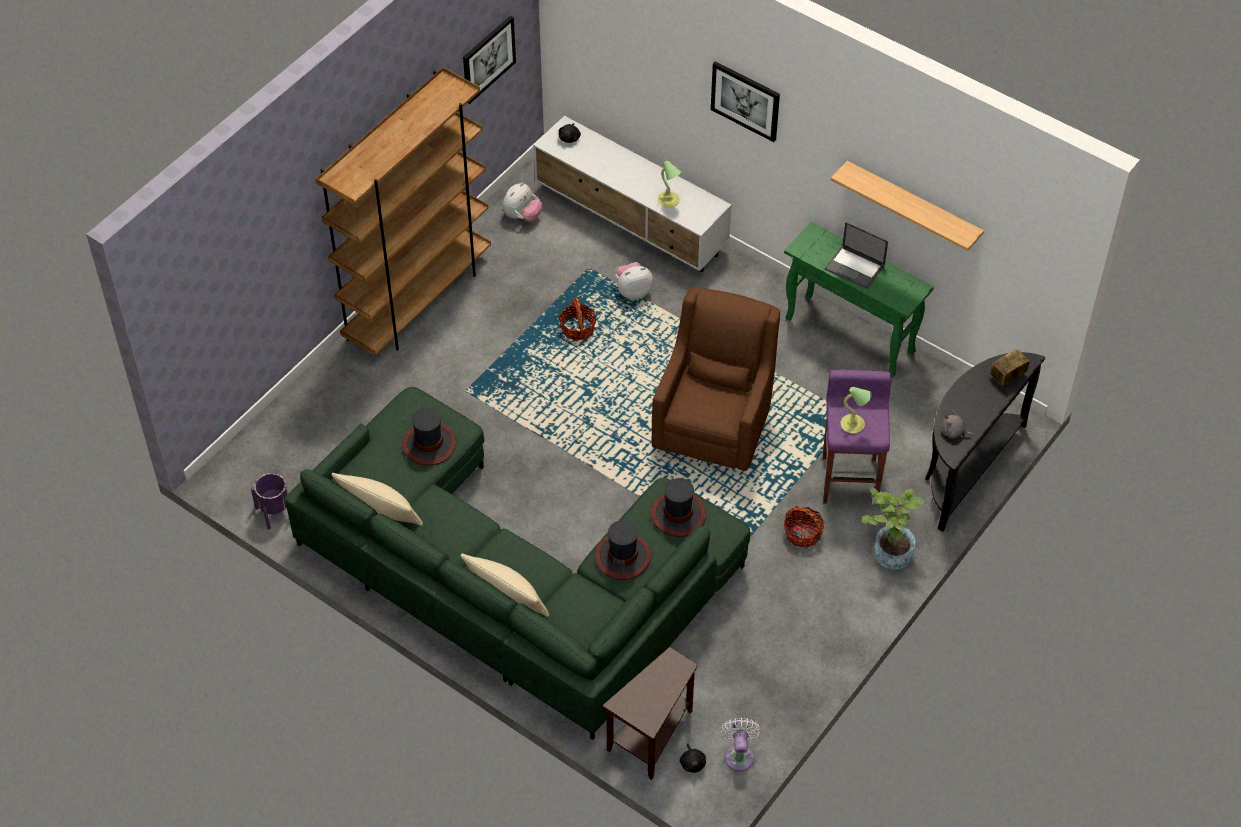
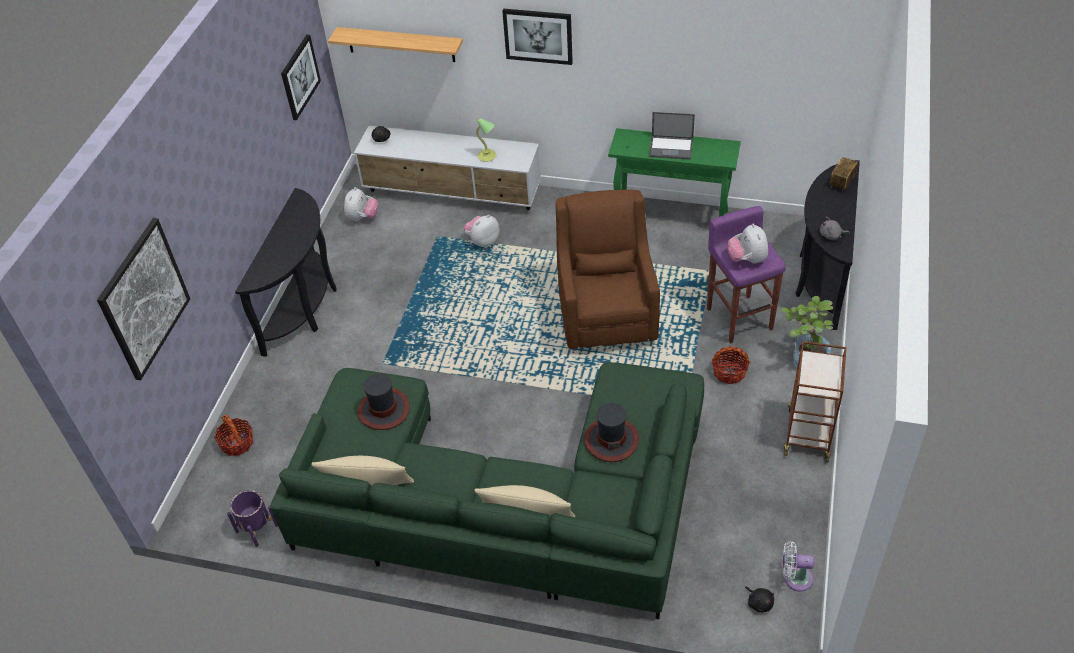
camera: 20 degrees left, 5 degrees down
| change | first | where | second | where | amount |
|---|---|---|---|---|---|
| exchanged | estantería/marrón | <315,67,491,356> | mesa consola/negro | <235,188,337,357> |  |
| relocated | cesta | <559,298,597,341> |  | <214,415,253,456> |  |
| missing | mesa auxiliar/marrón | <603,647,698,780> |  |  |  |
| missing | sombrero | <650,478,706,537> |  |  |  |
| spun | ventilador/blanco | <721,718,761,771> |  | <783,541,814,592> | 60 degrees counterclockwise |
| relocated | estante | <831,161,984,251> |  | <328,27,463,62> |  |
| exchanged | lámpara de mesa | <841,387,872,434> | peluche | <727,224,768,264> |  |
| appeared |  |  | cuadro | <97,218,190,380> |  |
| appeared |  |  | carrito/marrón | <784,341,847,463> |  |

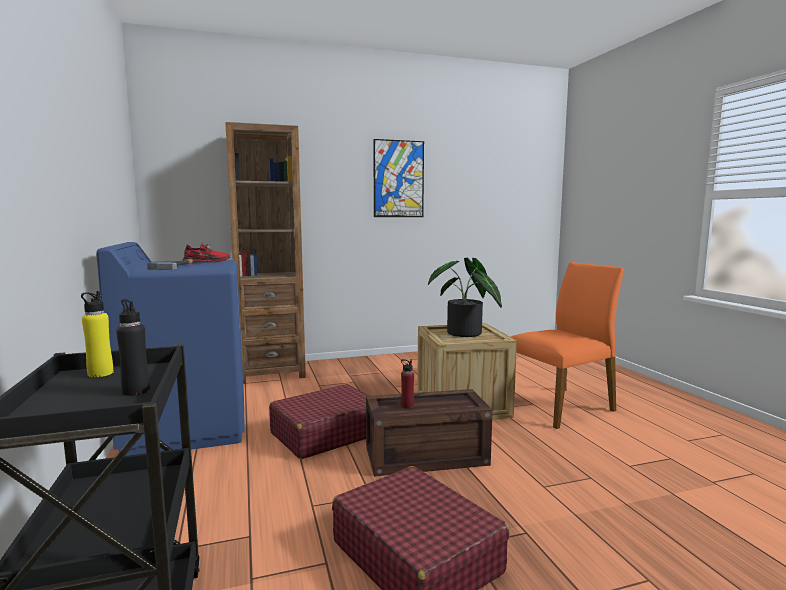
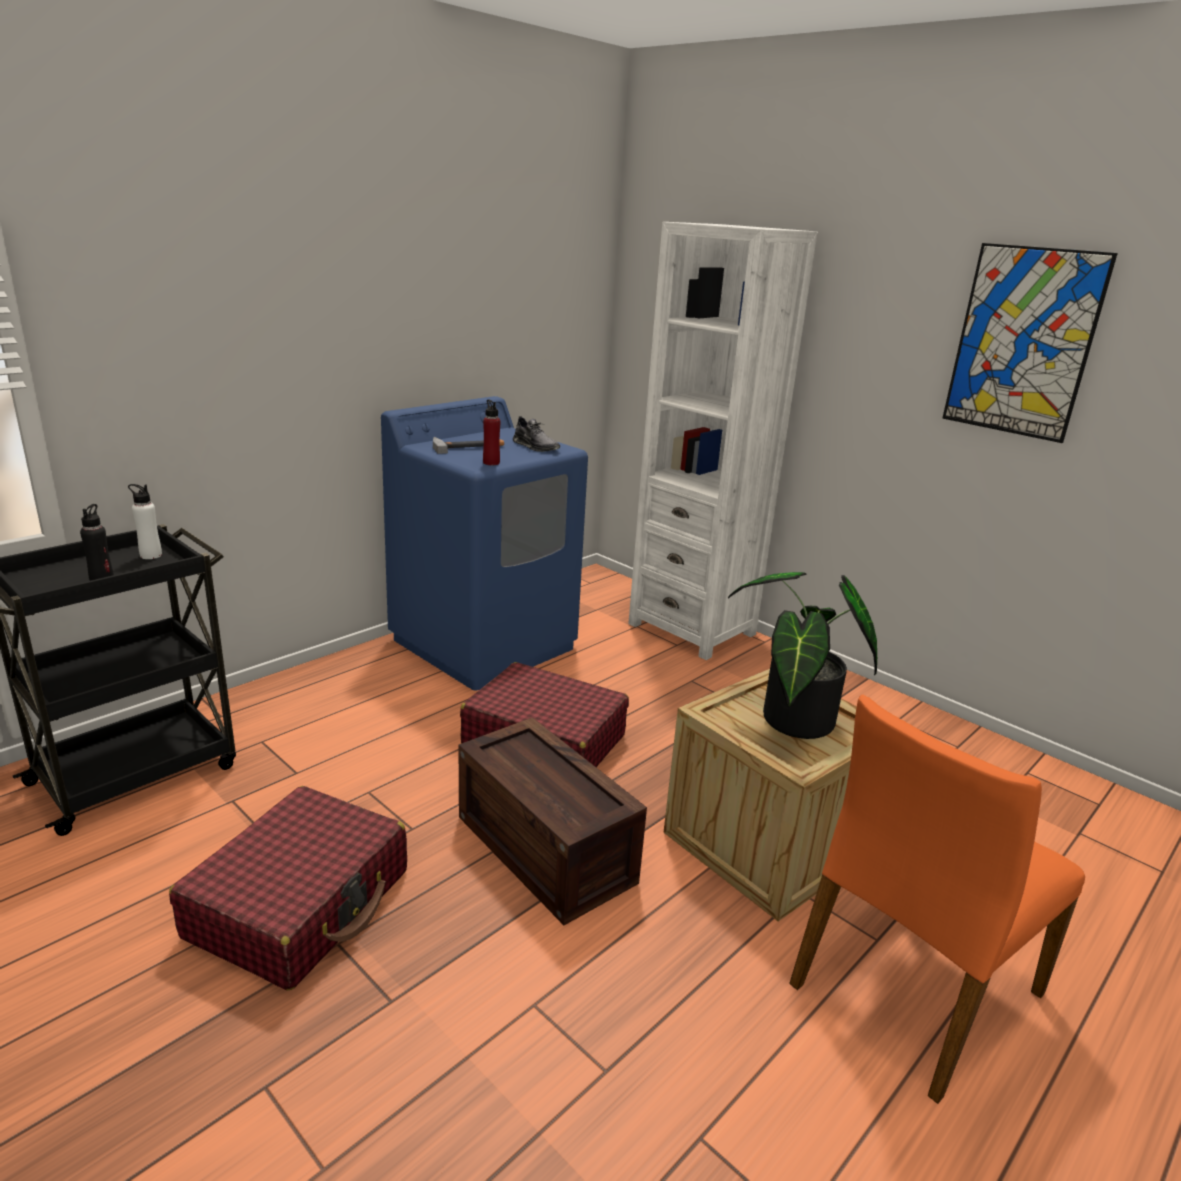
camera: 60 degrees right, 15 degrees up
| change | first | where | second | where | amount |
|---|---|---|---|---|---|
| colour | botella/amarillo | <81,291,113,377> | botella/blanco | <128,484,162,559> |  |
| colour | zapato/rojo | <183,242,230,263> | zapato/gris | <513,416,560,452> |  |
| colour | estantería/marrón | <225,122,306,384> | estantería/blanco | <628,222,818,660> |  |
| relocated | botella/rojo | <401,359,414,409> |  | <483,399,500,465> |  |
| spun | silla/naranja | <511,262,624,429> |  | <789,694,1085,1104> | 105 degrees clockwise |

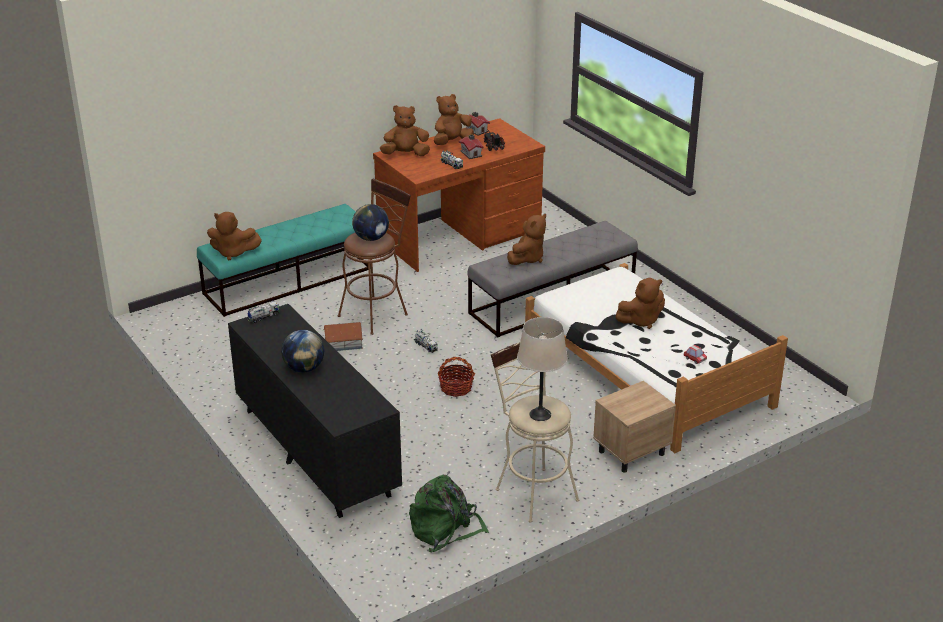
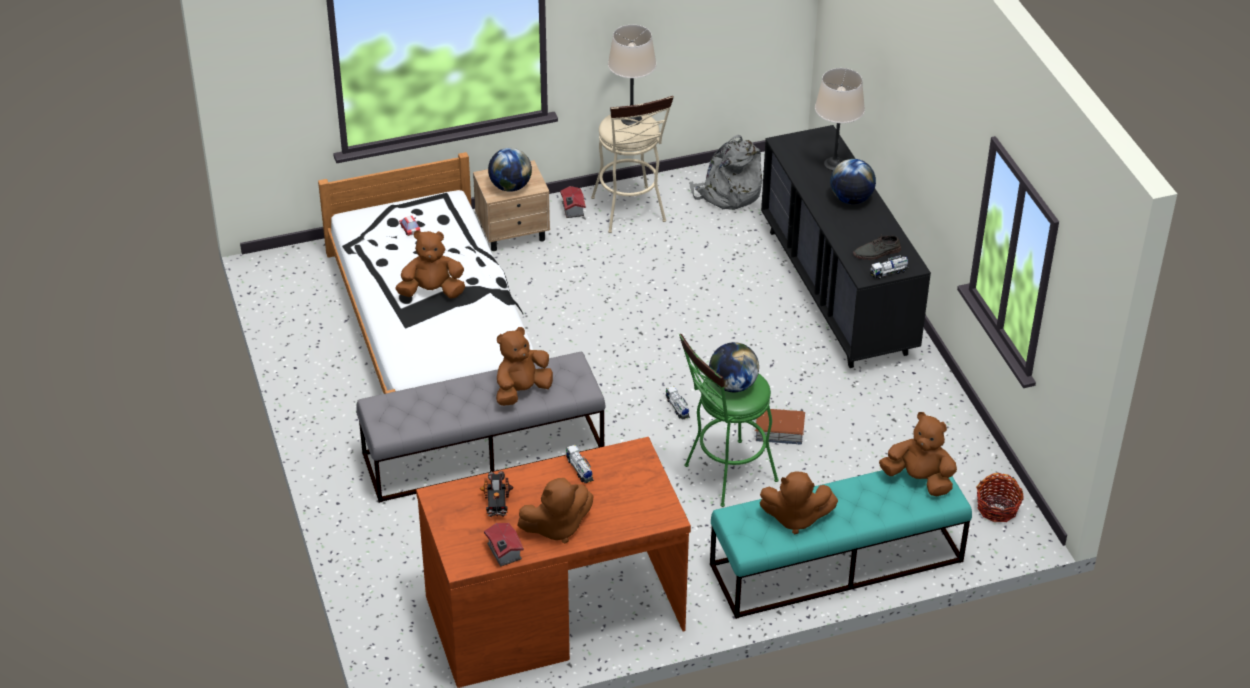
camera: 165 degrees left, 10 degrees up
| change | first | where | second | where | amount |
|---|---|---|---|---|---|
| colour | taburete/marrón | <338,179,411,335> | taburete/verde | <679,334,779,507> |  |
| relocated | peluche/marrón | <380,105,430,156> |  | <760,472,838,534> |  |
| colour | mochila/verde | <409,475,489,552> | mochila/gris | <689,135,763,210> |  |
| relocated | cesta | <438,357,475,397> |  | <976,473,1024,522> |  |
| relocated | casita | <459,134,484,159> |  | <560,186,586,218> |  |
| appeared |  |  | globo terráqueo | <488,148,532,192> |  |
| appeared |  |  | lámpara de mesa/beis | <815,68,865,171> |  |
| appeared |  |  | zapato/gris | <853,235,901,260> |  |

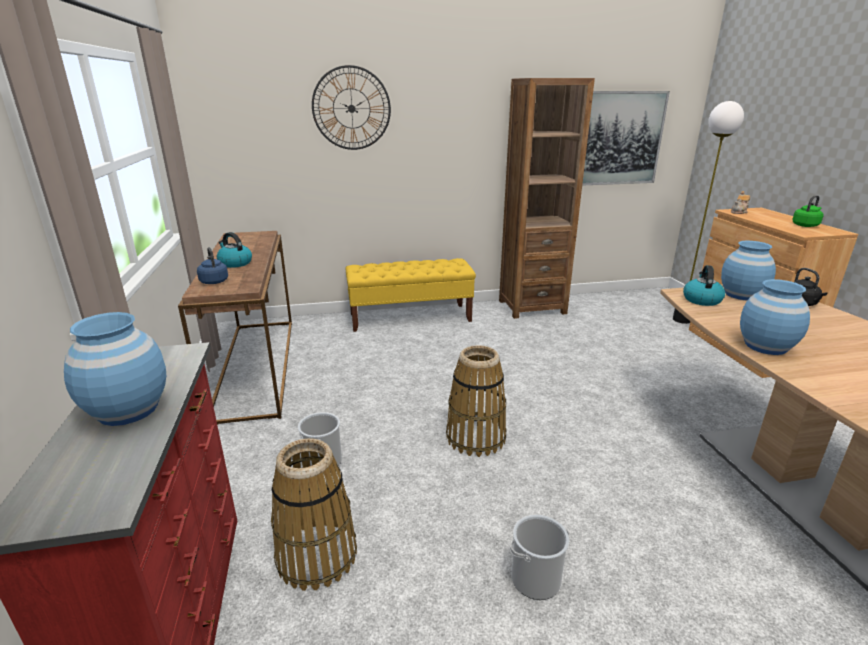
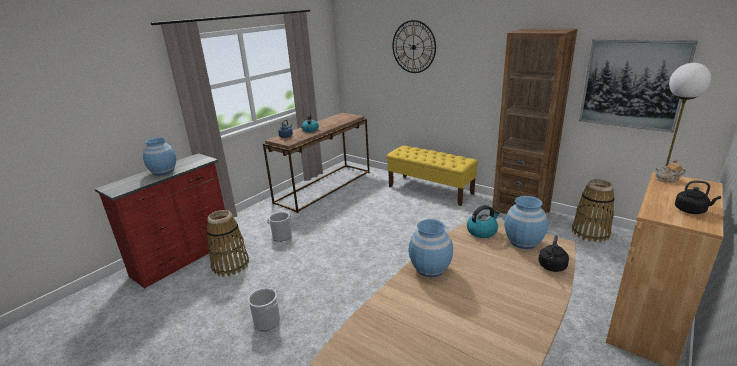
camera: 50 degrees right, 0 degrees up
| change | first | where | second | where | amount |
|---|---|---|---|---|---|
| relocated | cesta | <446,345,506,457> |  | <572,179,614,242> |  |
| colour | hervidor/verde | <792,195,823,227> | hervidor/negro | <675,181,721,214> |  |

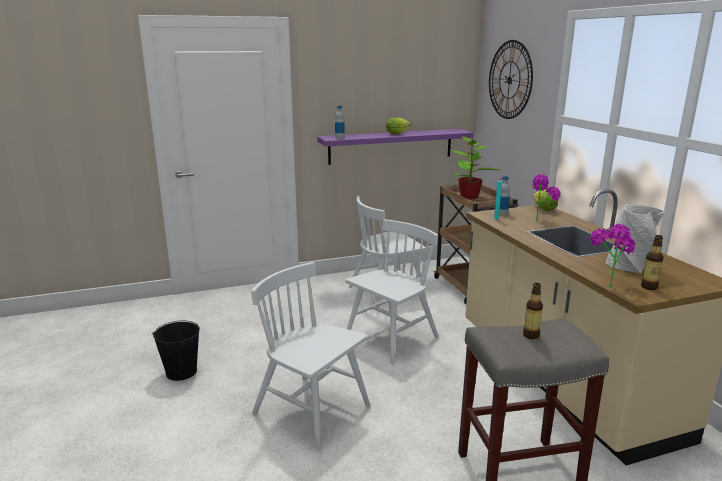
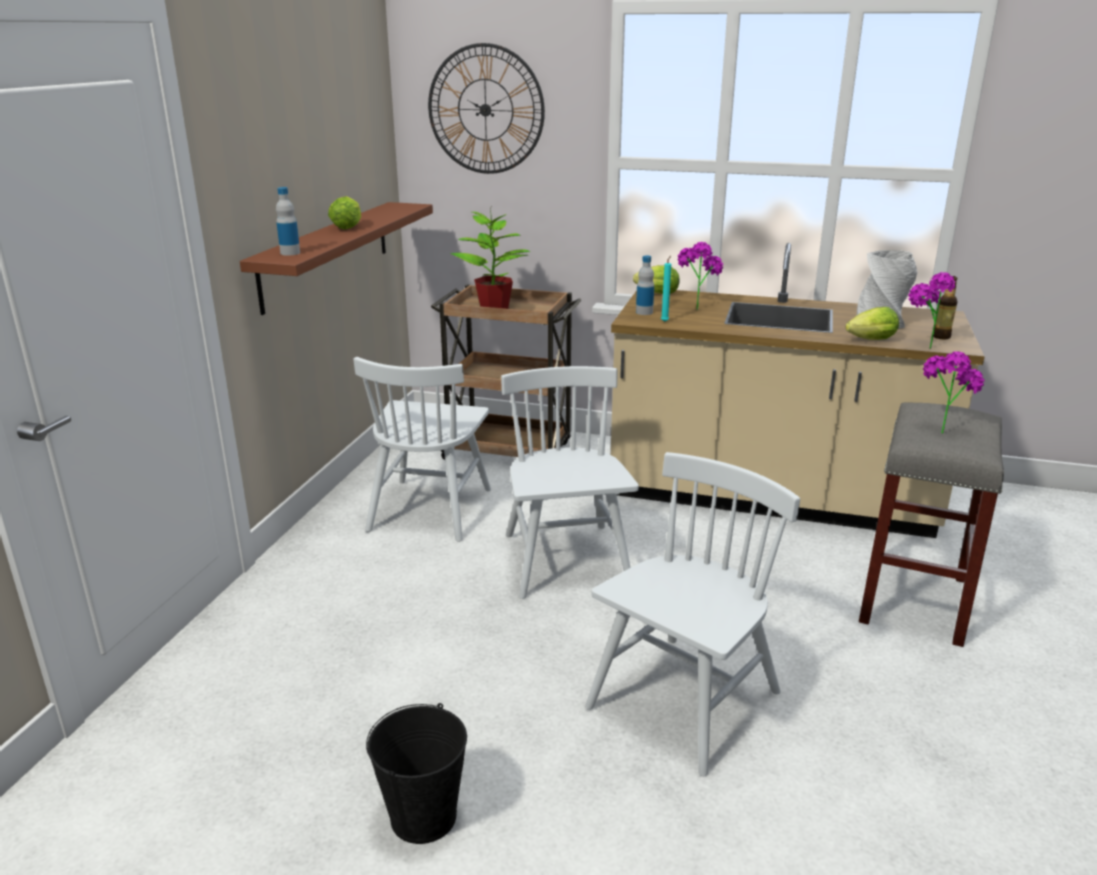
camera: 55 degrees left, 5 degrees up
| change | first | where | second | where | amount |
|---|---|---|---|---|---|
| spun | silla/blanco | <251,262,371,451> |  | <585,452,800,776> | 150 degrees clockwise |
| colour | estante/morado | <317,129,474,165> | estante/marrón | <240,202,433,315> |  |
| exchanged | botella | <523,283,543,339> | planta en maceta | <923,351,985,434> |  |
| appeared |  |  | lechuga | <845,307,899,340> |  |

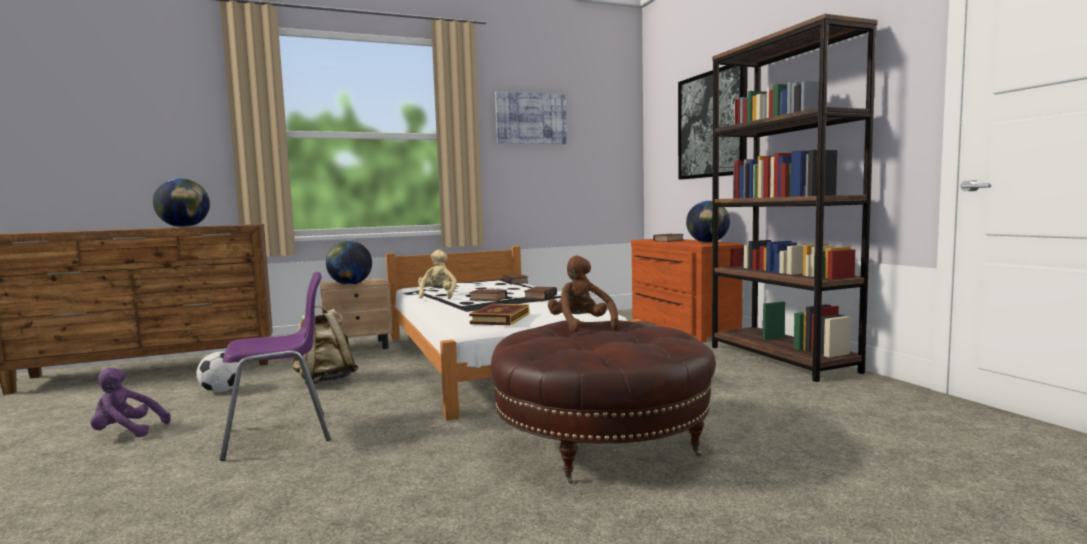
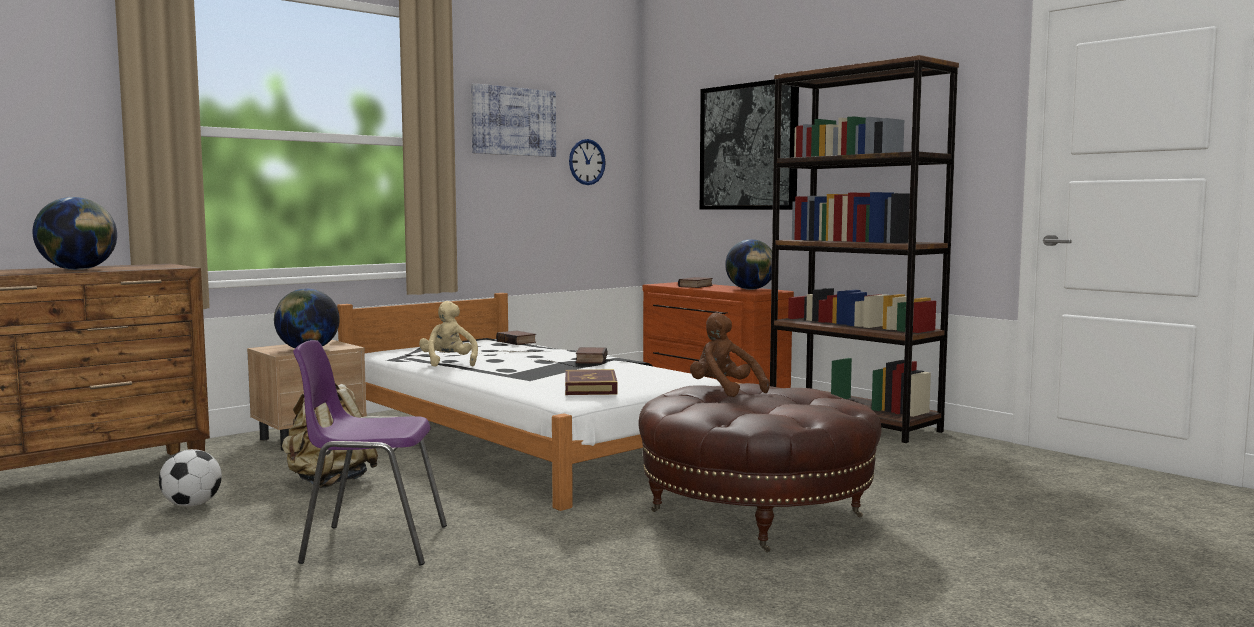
camera: 20 degrees left, 0 degrees up
| change | first | where | second | where | amount |
|---|---|---|---|---|---|
| missing | peluche/morado | <91,368,171,437> |  |  |  |
| spun | silla/morado | <220,272,331,461> |  | <293,340,447,566> | 135 degrees counterclockwise |
| missing | libro | <469,289,507,301> |  |  |  |
| appeared |  |  | reloj de pared | <569,139,606,185> |  |

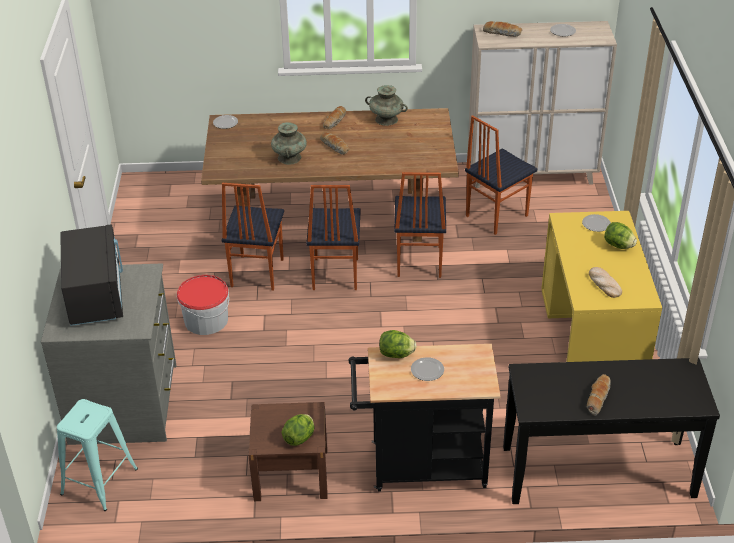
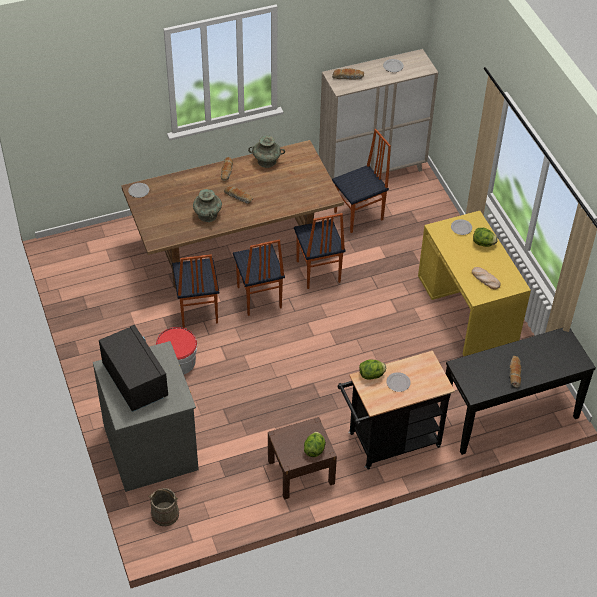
camera: 20 degrees left, 10 degrees up
| change | first | where | second | where | amount |
|---|---|---|---|---|---|
| exchanged | taburete/turquesa | <57,399,138,511> | cubo/beis | <148,488,179,526> |  |
| spun | silla | <465,115,537,235> |  | <332,129,391,233> | 150 degrees counterclockwise |

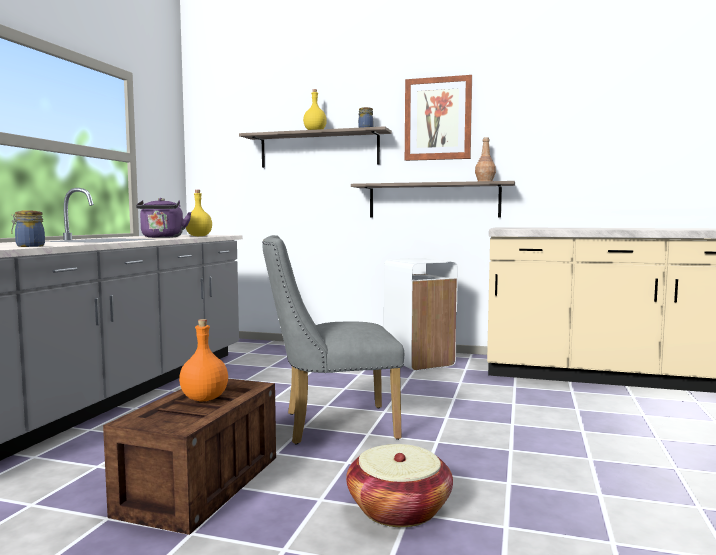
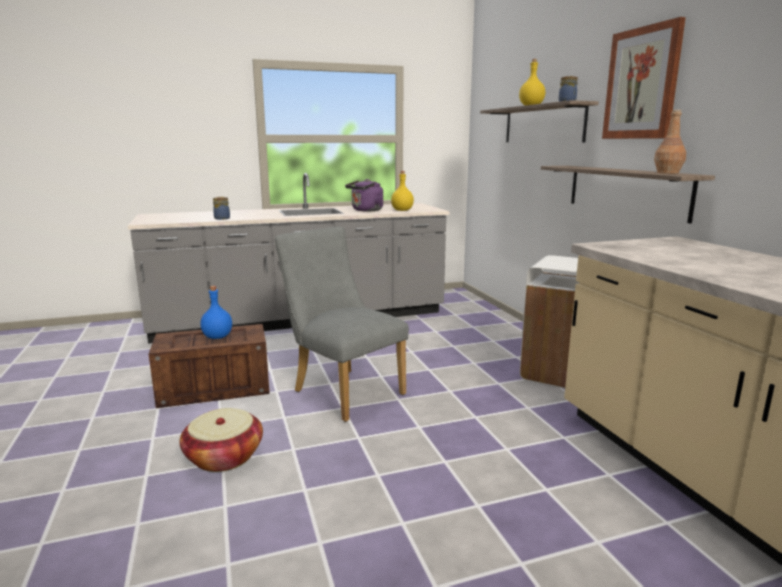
camera: 55 degrees right, 10 degrees up
| change | first | where | second | where | amount |
|---|---|---|---|---|---|
| colour | botella/naranja | <179,319,228,401> | botella/azul | <200,286,232,339> |  |

